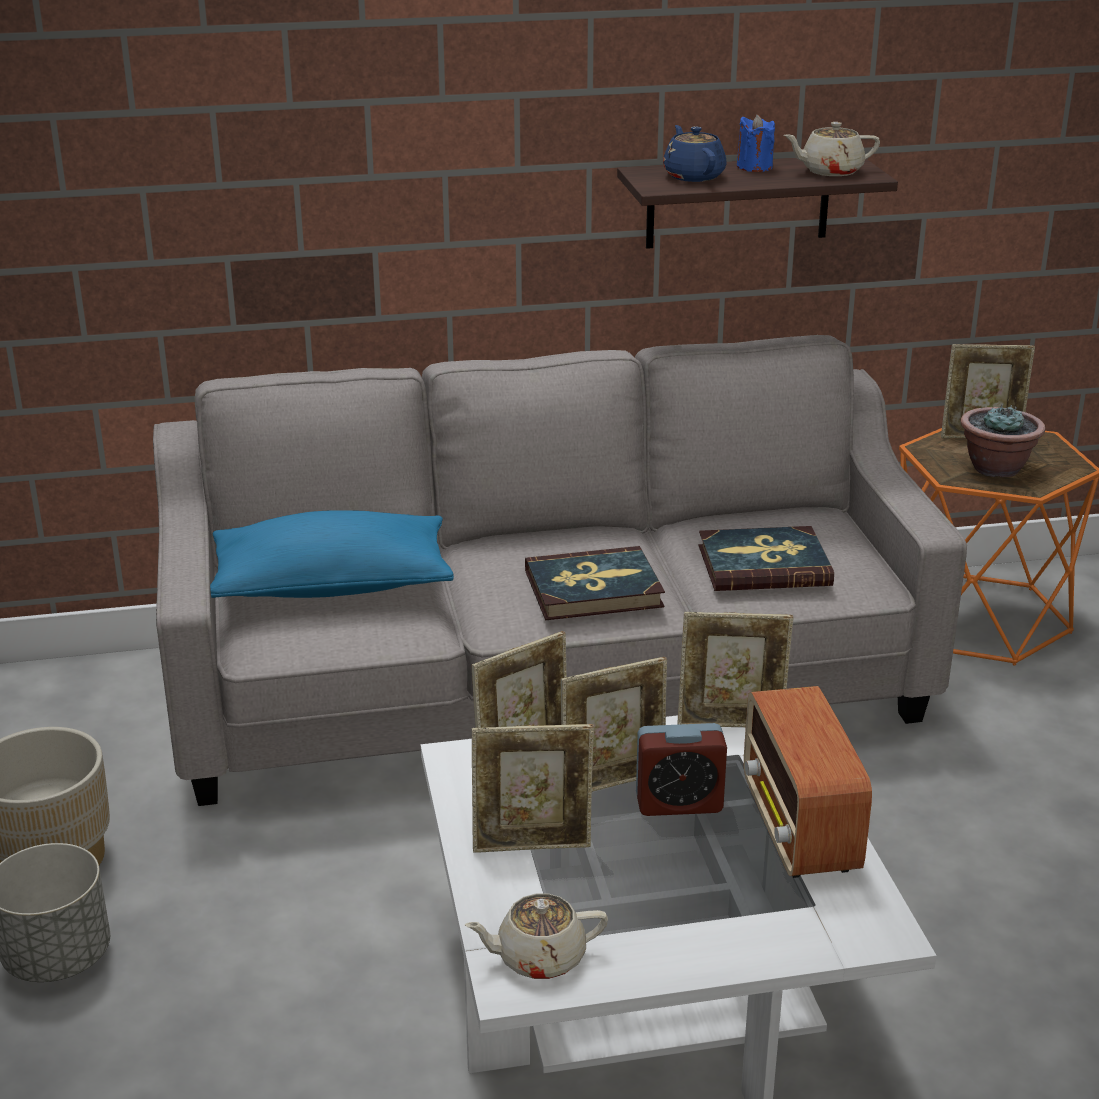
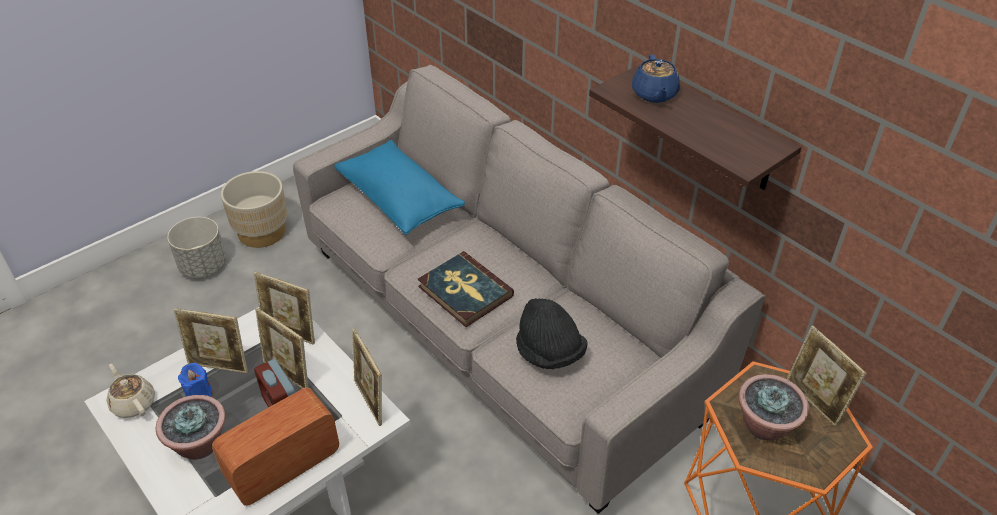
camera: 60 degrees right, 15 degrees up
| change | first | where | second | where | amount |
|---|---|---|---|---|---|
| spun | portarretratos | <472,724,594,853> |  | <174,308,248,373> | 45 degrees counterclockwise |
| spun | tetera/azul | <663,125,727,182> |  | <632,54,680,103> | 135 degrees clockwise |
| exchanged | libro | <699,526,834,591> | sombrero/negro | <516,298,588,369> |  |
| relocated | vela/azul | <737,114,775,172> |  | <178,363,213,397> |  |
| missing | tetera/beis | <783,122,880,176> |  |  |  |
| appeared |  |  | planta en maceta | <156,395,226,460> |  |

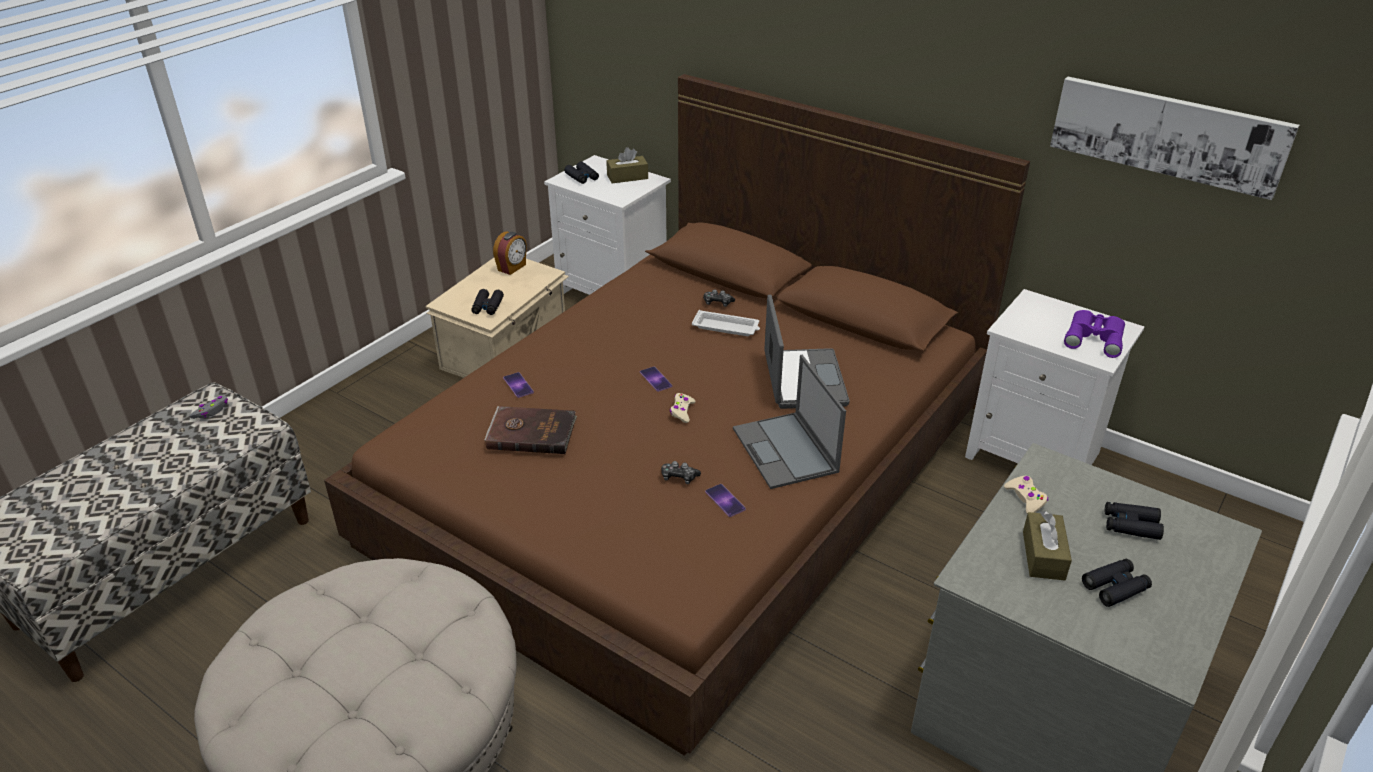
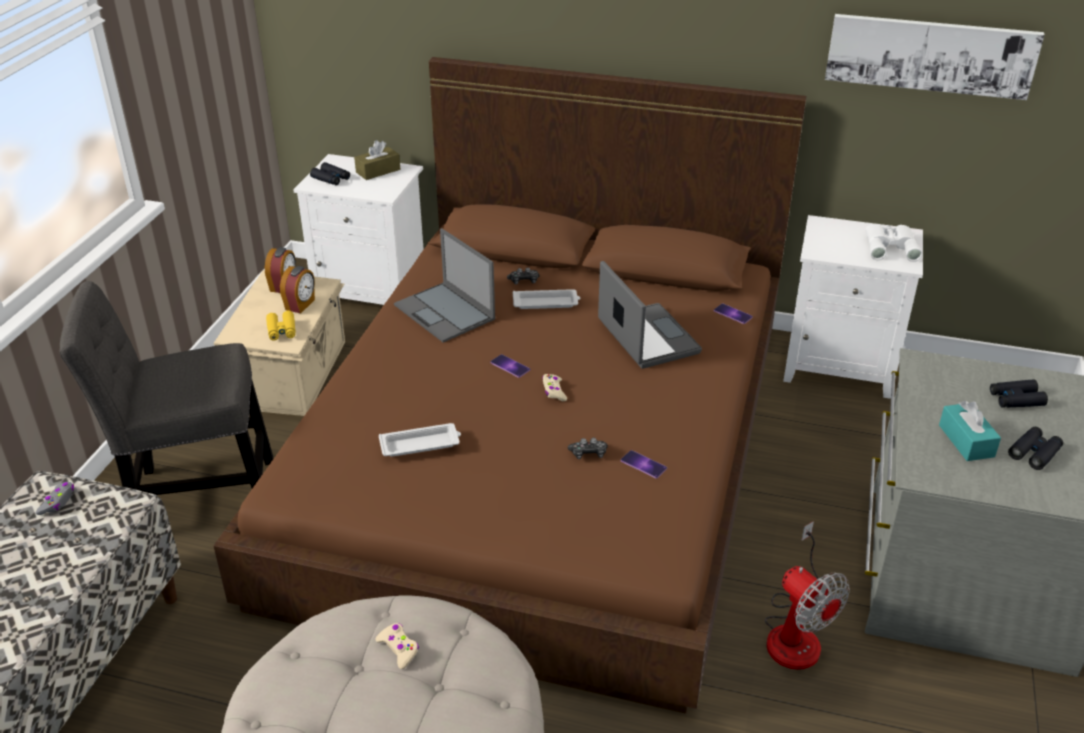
camera: 20 degrees left, 0 degrees up
| change | first | where | second | where | amount |
|---|---|---|---|---|---|
| colour | prismáticos/negro | <471,289,504,315> | prismáticos/amarillo | <266,311,295,341> |  |
| exchanged | libro/marrón | <484,406,577,454> | bandeja/blanco | <379,423,461,457> |  |
| relocated | móvil | <503,372,534,398> |  | <714,303,753,324> |  |
| relocated | portátil | <733,355,846,489> |  | <394,228,495,342> |  |
| relocated | mando de consola/beis | <1004,476,1048,514> |  | <376,623,419,669> |  |
| colour | caja de pañuelos/marrón | <1023,511,1072,580> | caja de pañuelos/turquesa | <939,401,1001,461> |  |
| colour | prismáticos/morado | <1064,310,1125,358> | prismáticos/blanco | <865,224,922,262> |  |
| appeared |  |  | silla/gris | <60,281,274,495> |  |
| appeared |  |  | despertador | <280,266,315,313> |  |
| appeared |  |  | ventilador | <765,521,850,670> |  |

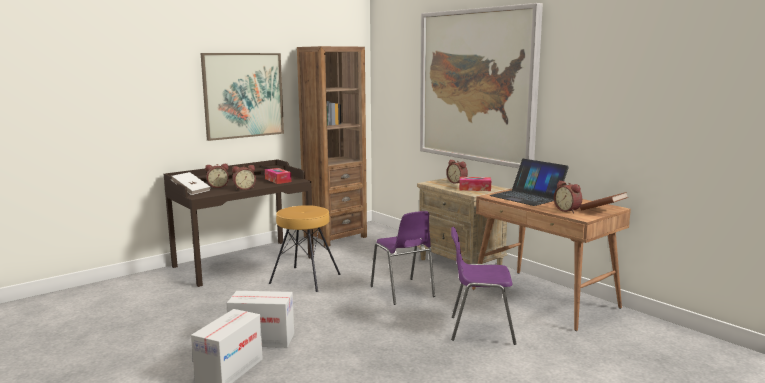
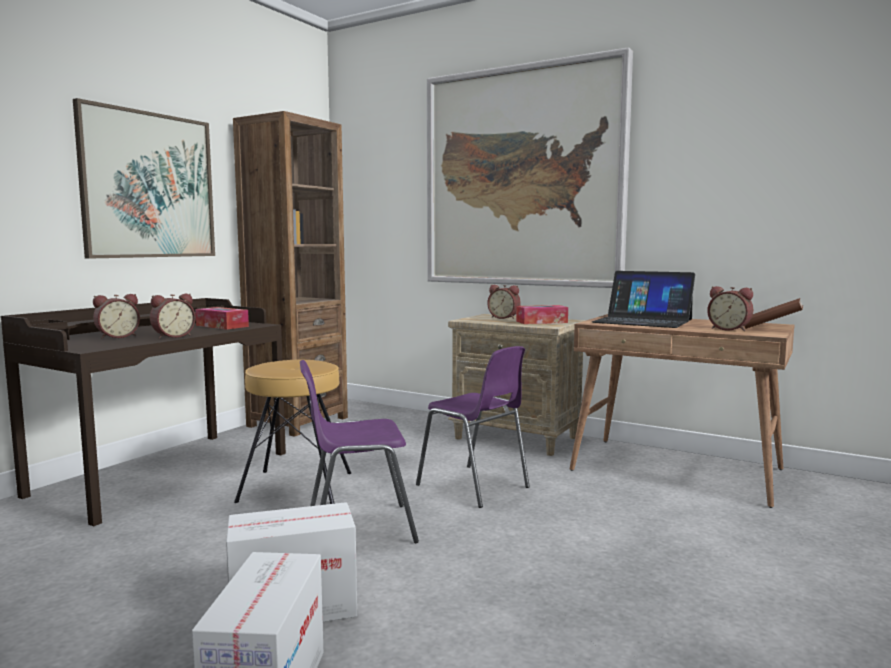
camera: 20 degrees left, 5 degrees down
| change | first | where | second | where | amount |
|---|---|---|---|---|---|
| missing | libro/blanco | <171,172,211,195> |  |  |  |
| relocated | silla/morado | <451,227,517,345> |  | <300,360,419,543> |  |

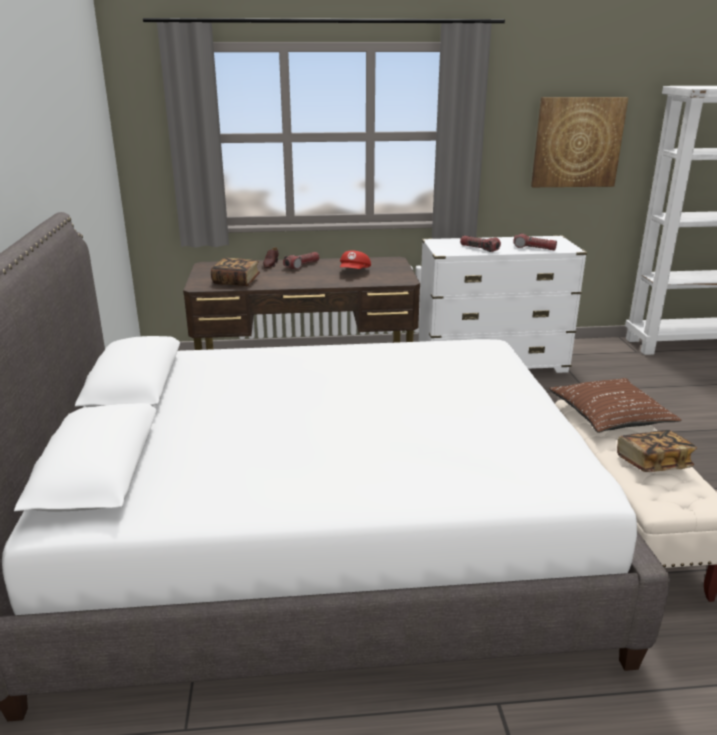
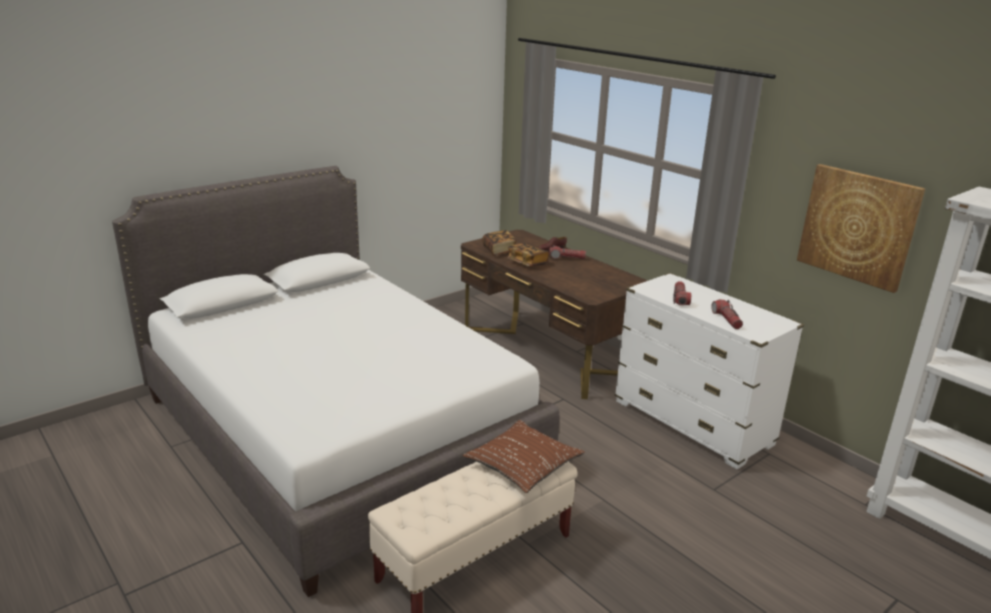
camera: 55 degrees right, 0 degrees up
| change | first | where | second | where | amount |
|---|---|---|---|---|---|
| missing | gorra/rojo | <340,251,371,269> |  |  |  |
| relocated | libro | <617,430,697,472> |  | <507,243,549,267> |  |

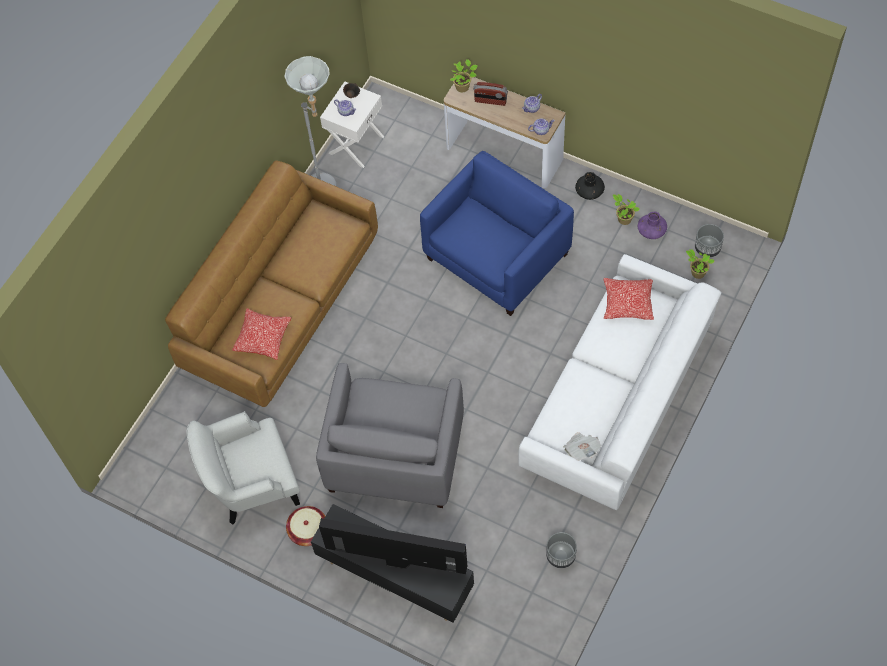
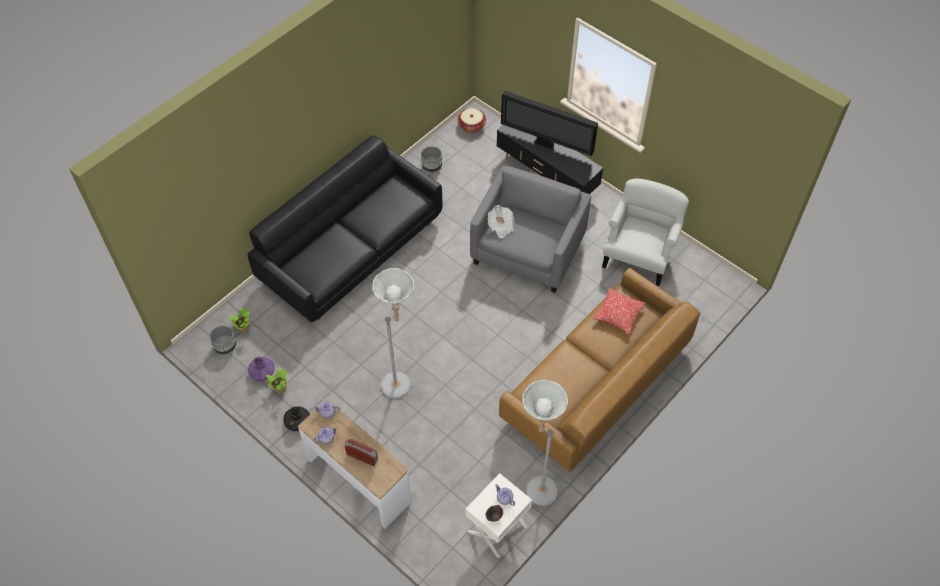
camera: 170 degrees left, 5 degrees down
| change | first | where | second | where | amount |
|---|---|---|---|---|---|
| spun | sillón/blanco | <186,411,300,525> |  | <602,178,689,286> | 60 degrees counterclockwise |
| relocated | cesta | <286,506,325,546> |  | <458,108,486,133> |  |
| exchanged | sillón/azul | <420,151,574,316> | lámpara de pie/gris | <372,268,414,399> |  |
| missing | planta en maceta | <450,59,478,92> |  |  |  |
| colour | sofá/blanco | <519,254,722,510> | sofá/negro | <248,135,443,322> |  |
| relocated | periódico | <563,432,601,461> |  | <488,205,514,239> |  |
| missing | cojín | <604,278,654,320> |  |  |  |

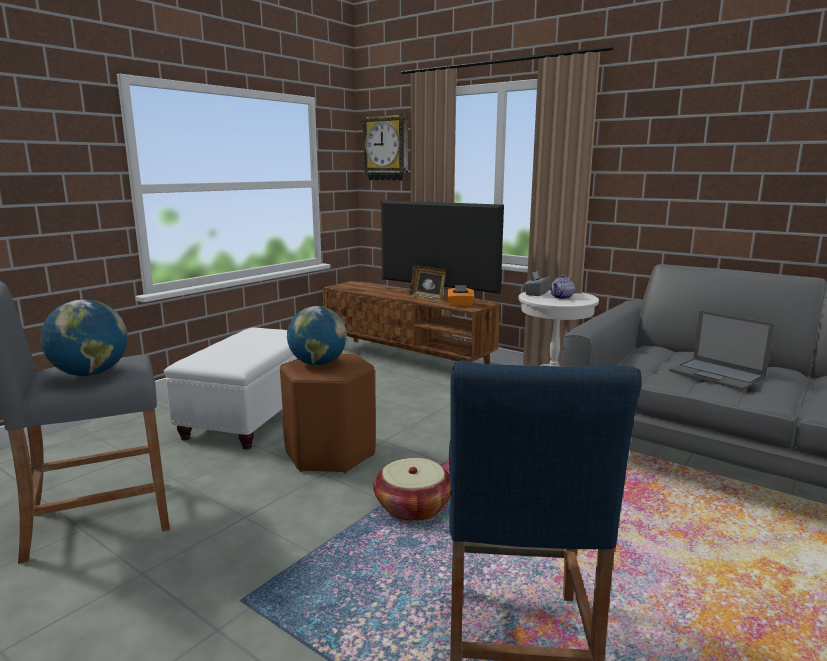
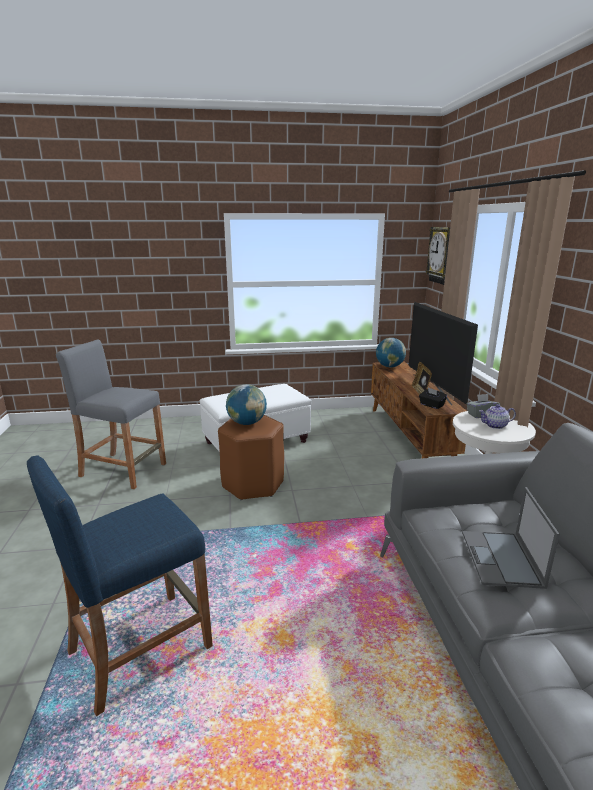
camera: 45 degrees right, 5 degrees up
| change | first | where | second | where | amount |
|---|---|---|---|---|---|
| relocated | globo terráqueo | <40,299,128,376> |  | <376,338,406,367> |  |
| missing | cesta | <373,458,451,521> |  |  |  |
| colour | caja de pañuelos/naranja | <447,285,475,306> | caja de pañuelos/negro | <419,388,447,409> |  |

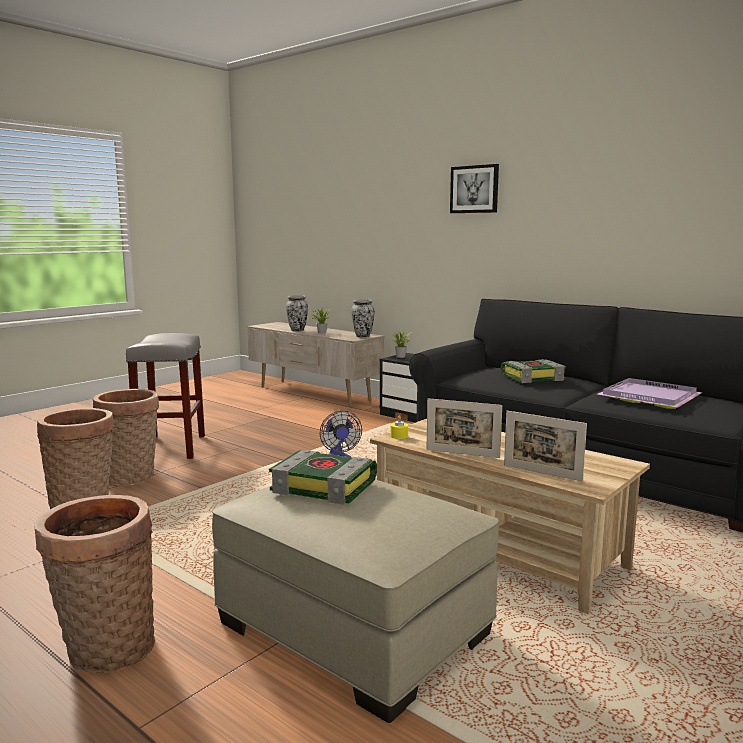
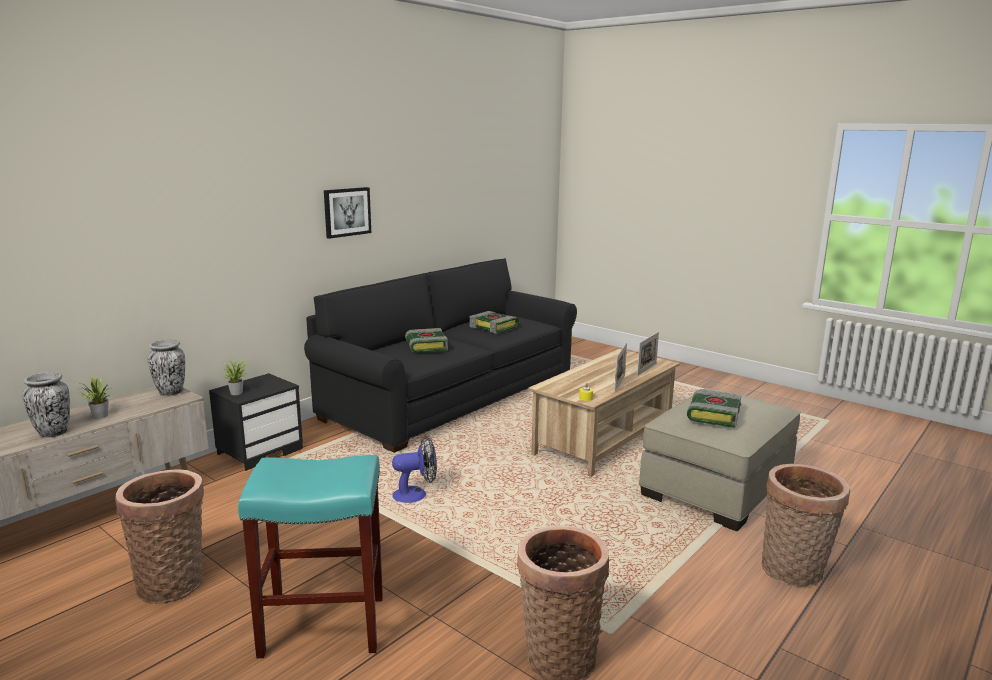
camera: 90 degrees left, 5 degrees up
| change | first | where | second | where | amount |
|---|---|---|---|---|---|
| relocated | cesta | <93,389,159,486> |  | <115,469,204,604> |  |
| colour | taburete/gris | <126,333,205,459> | taburete/turquesa | <238,455,383,658> |  |
| relocated | cuadro | <450,164,499,213> |  | <324,187,371,239> |  |
| exchanged | bandeja/morado | <597,378,702,409> | libro | <469,311,519,334> |  |

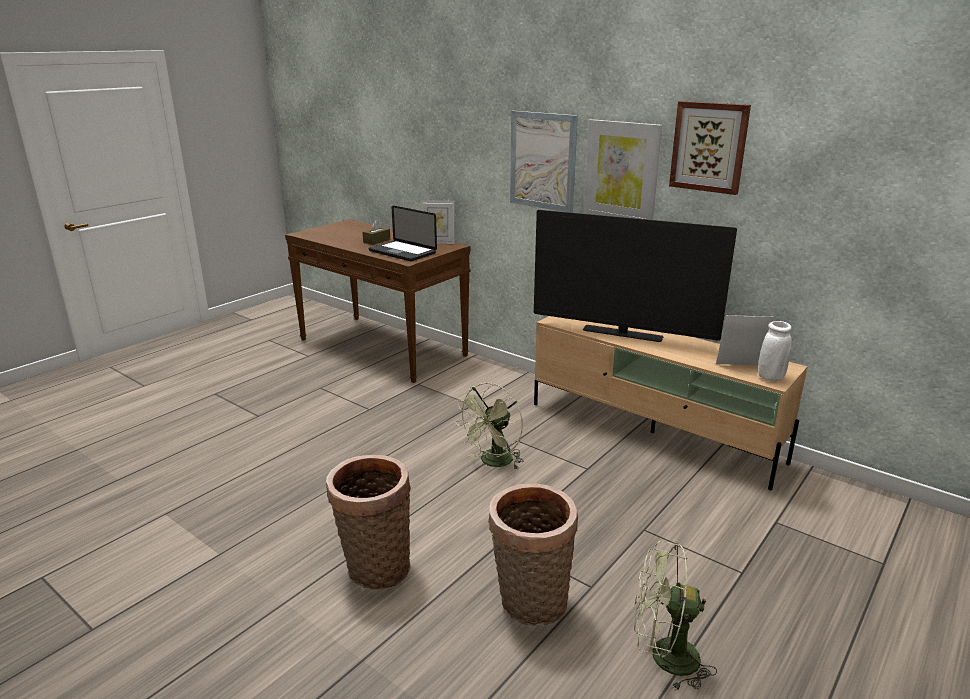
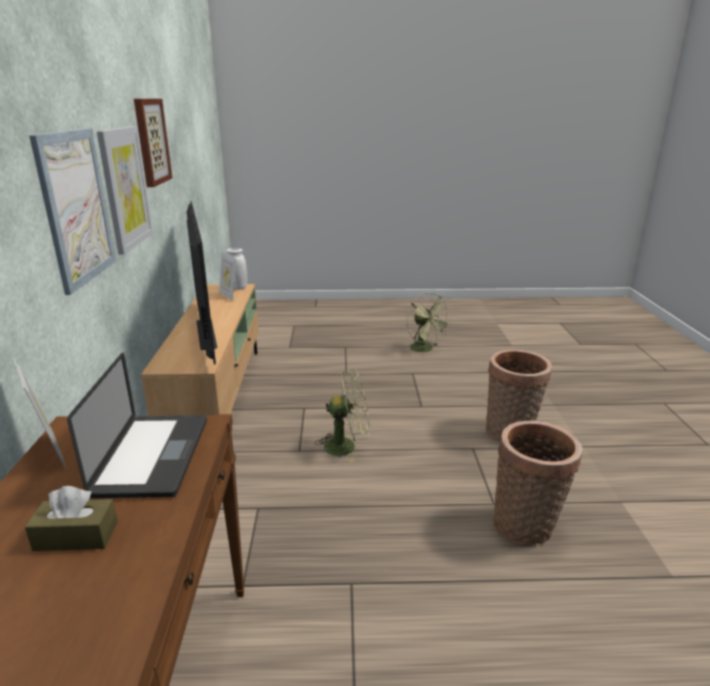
camera: 130 degrees left, 0 degrees up
| change | first | where | second | where | amount |
|---|---|---|---|---|---|
| relocated | cesta | <488,483,578,626> |  | <493,421,583,546> |  |

